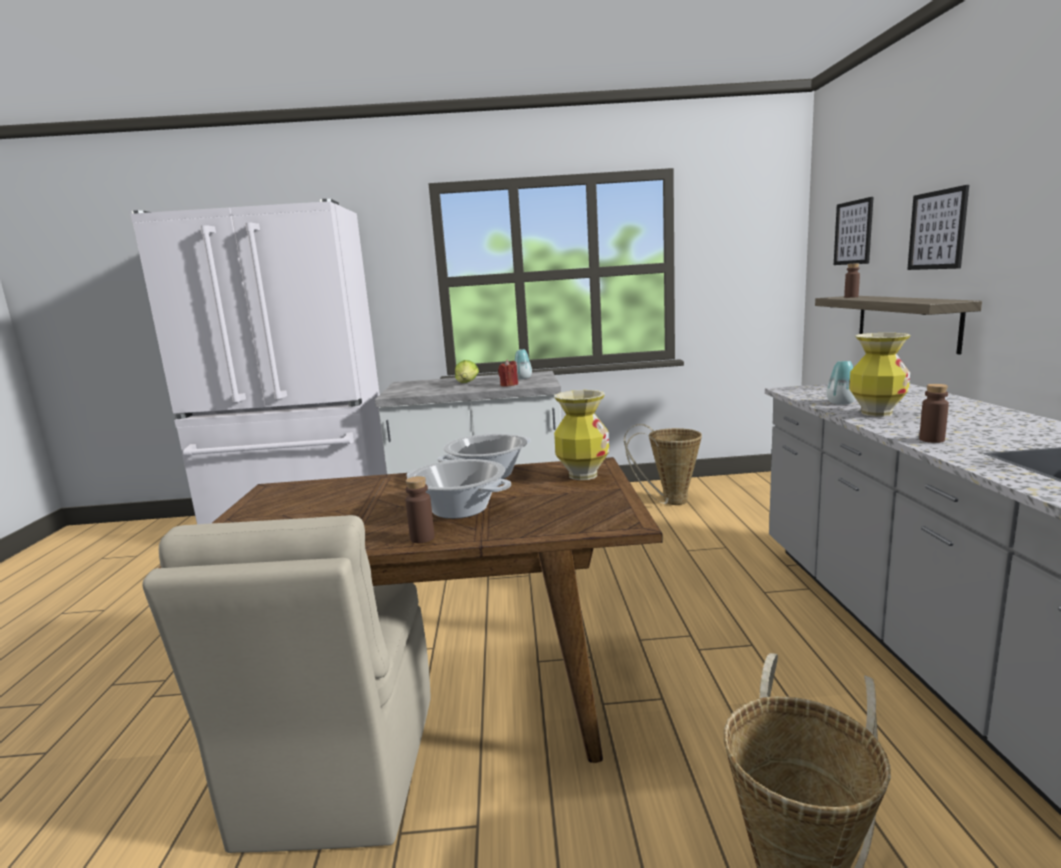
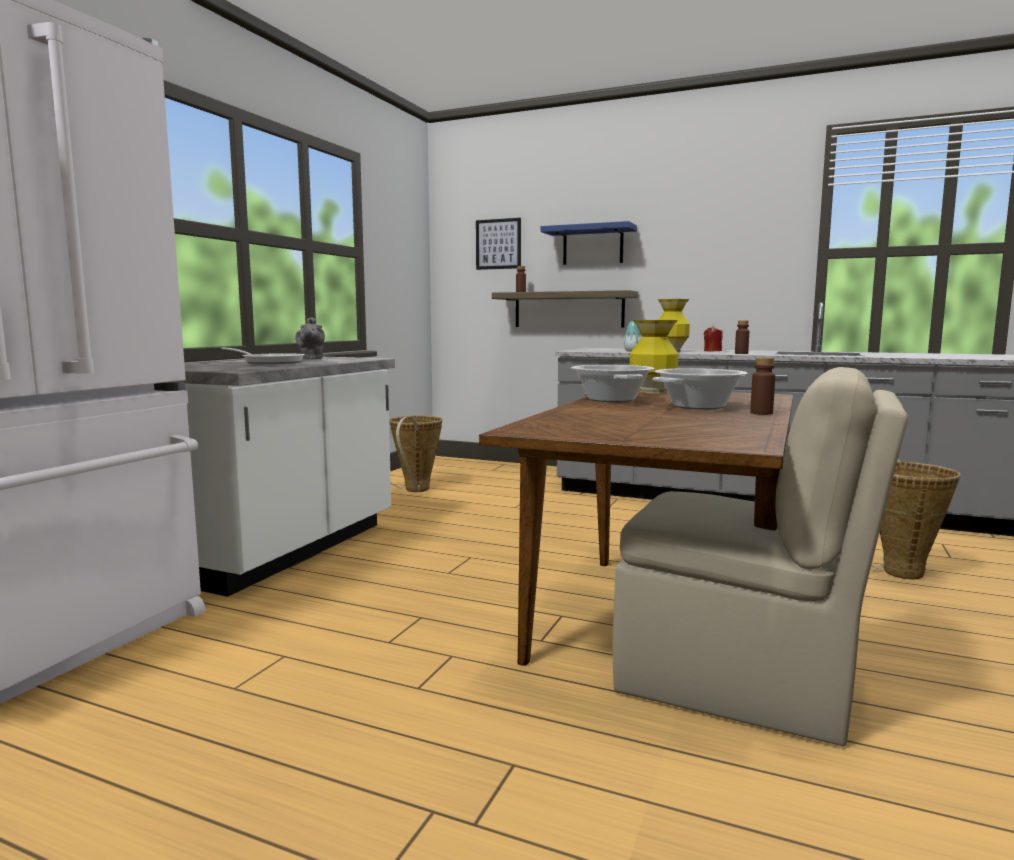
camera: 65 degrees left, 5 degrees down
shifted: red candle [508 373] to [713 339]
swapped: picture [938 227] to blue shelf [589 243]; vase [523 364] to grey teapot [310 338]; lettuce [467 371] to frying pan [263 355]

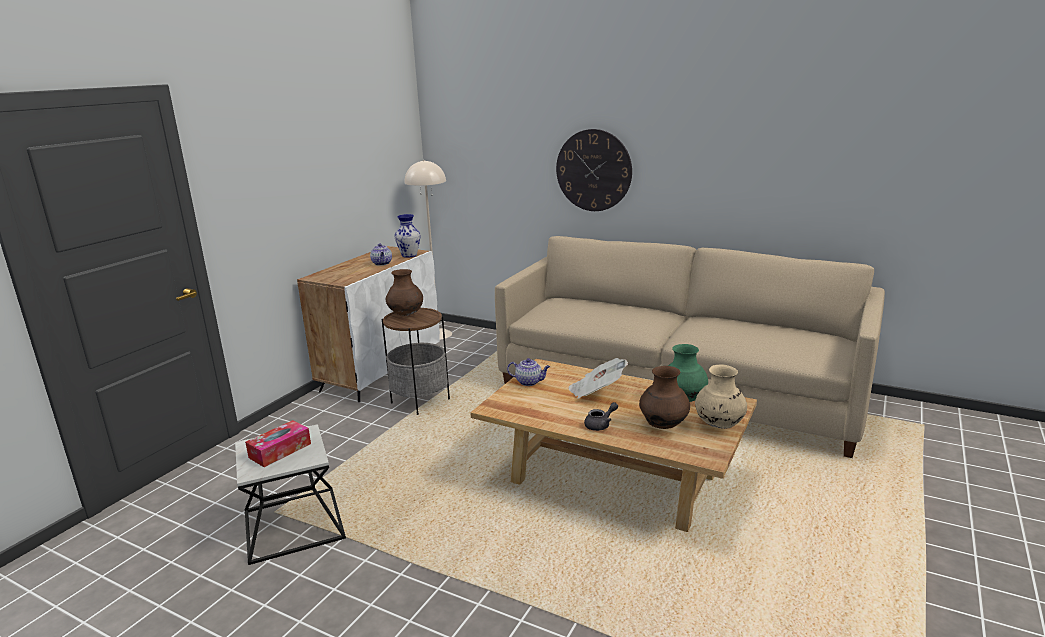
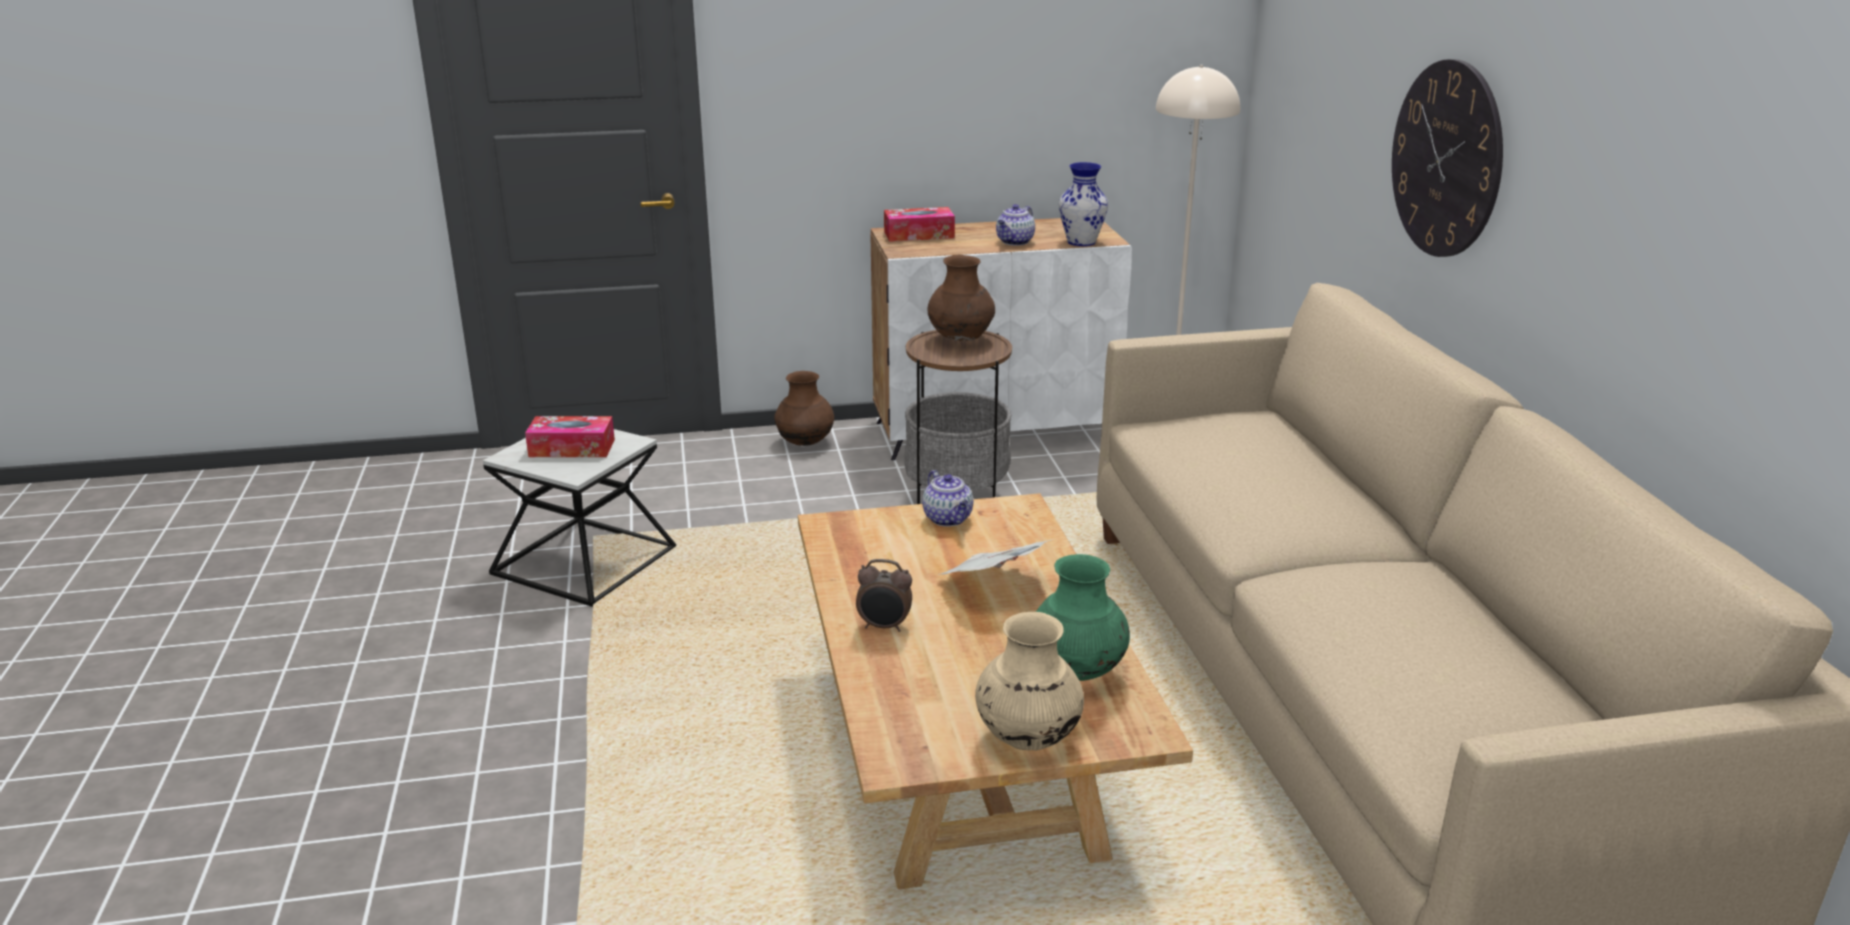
camera: 50 degrees right, 5 degrees up
new: tissue box [919 224]
shifted: brown vase [664 397] to [804 408]
swapped: grey teapot [601 416] to alarm clock [884 595]

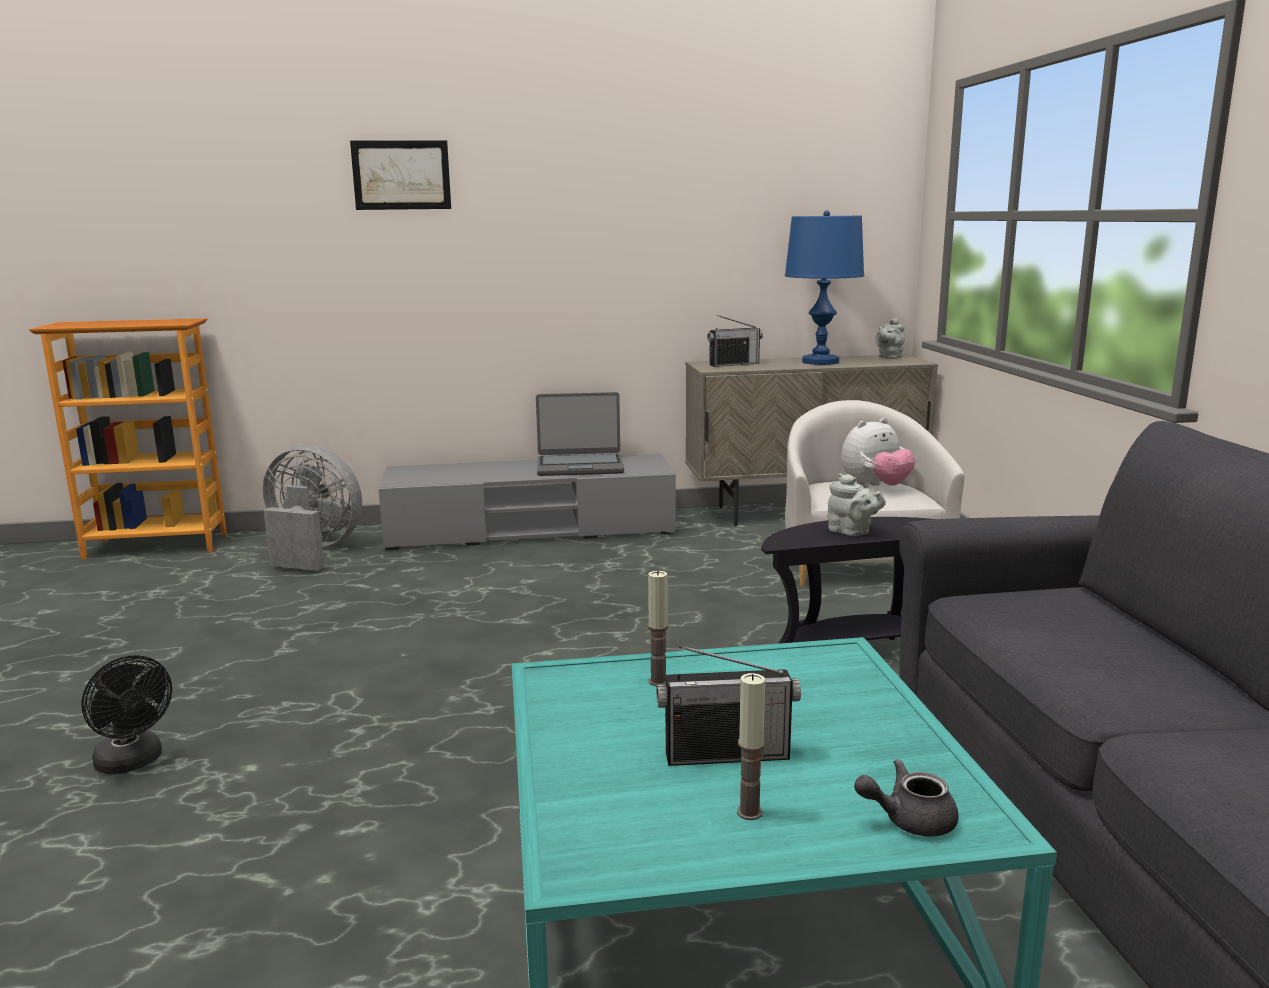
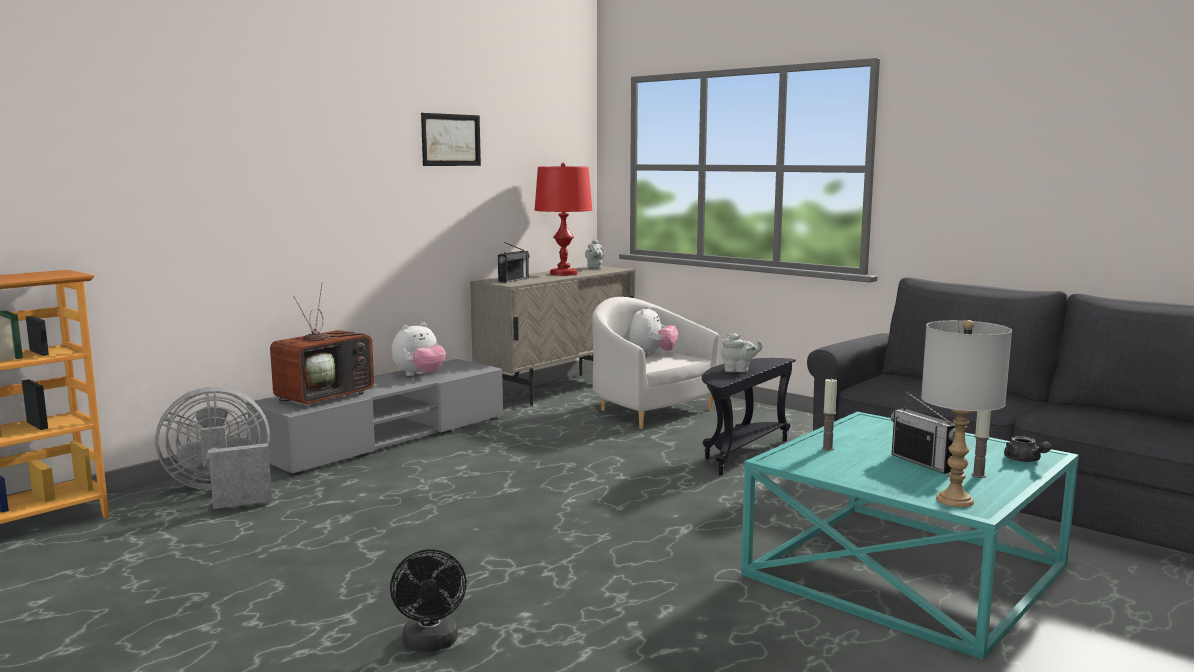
camera: 40 degrees left, 5 degrees down
new: television [322 344]; grey table lamp [966 413]
shifted: picture [400 175] to [451 139]
swapped: laptop [580 434] to plush toy [418 349]
repainted: blue table lamp [824 287] to red table lamp [563 219]
rotated: radio [728 705] = [923 432] 105 degrees clockwise; black fan [126 714] = [428 600] 75 degrees clockwise; grey teapot [906 798] = [1028 449] 60 degrees counterclockwise

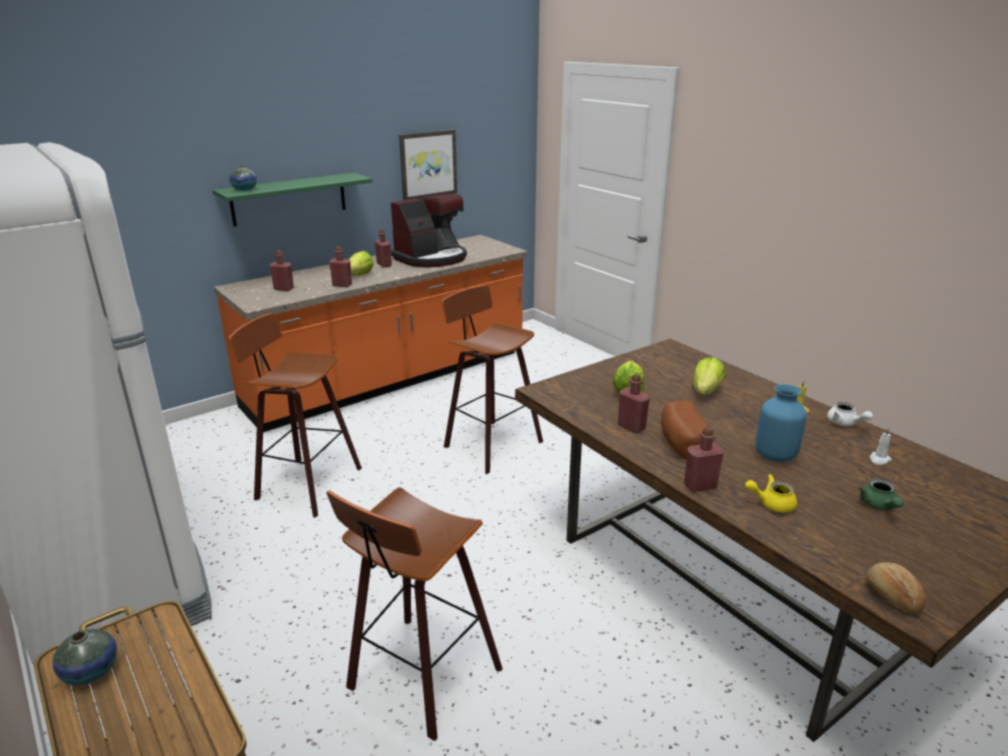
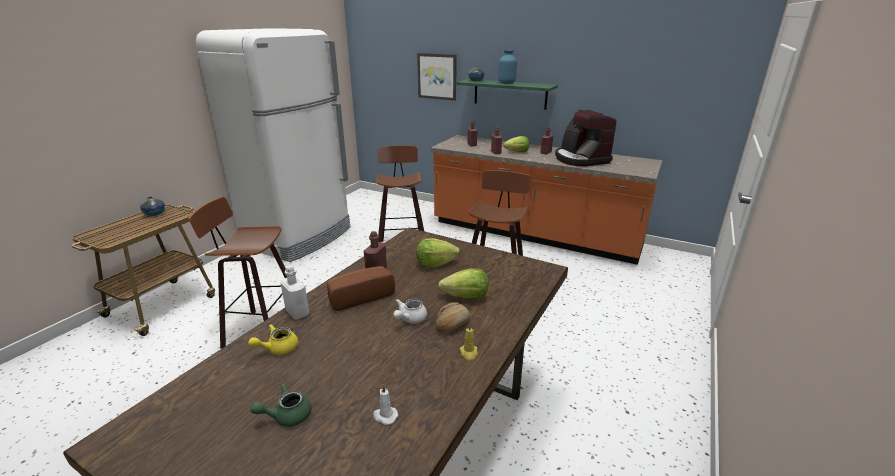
camera: 65 degrees right, 0 degrees up
shifted: picture [428 165] to [437 77]; blue vase [781 423] to [507 67]; white teapot [850 414] to [410 311]; bread [896 588] to [453 317]
repainted: red bottle [704 459] to white bottle [294 292]
rotated: coffee machine [429 231] = [586 138] 45 degrees clockwise; yellow teapot [771 493] = [273 339] 105 degrees counterclockwise

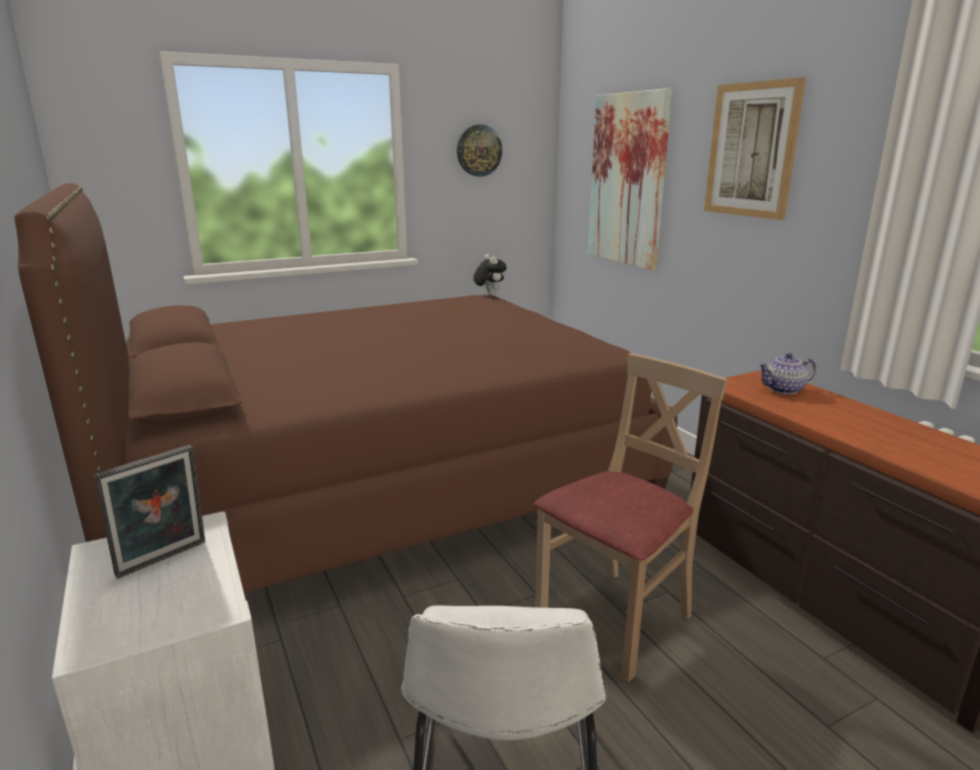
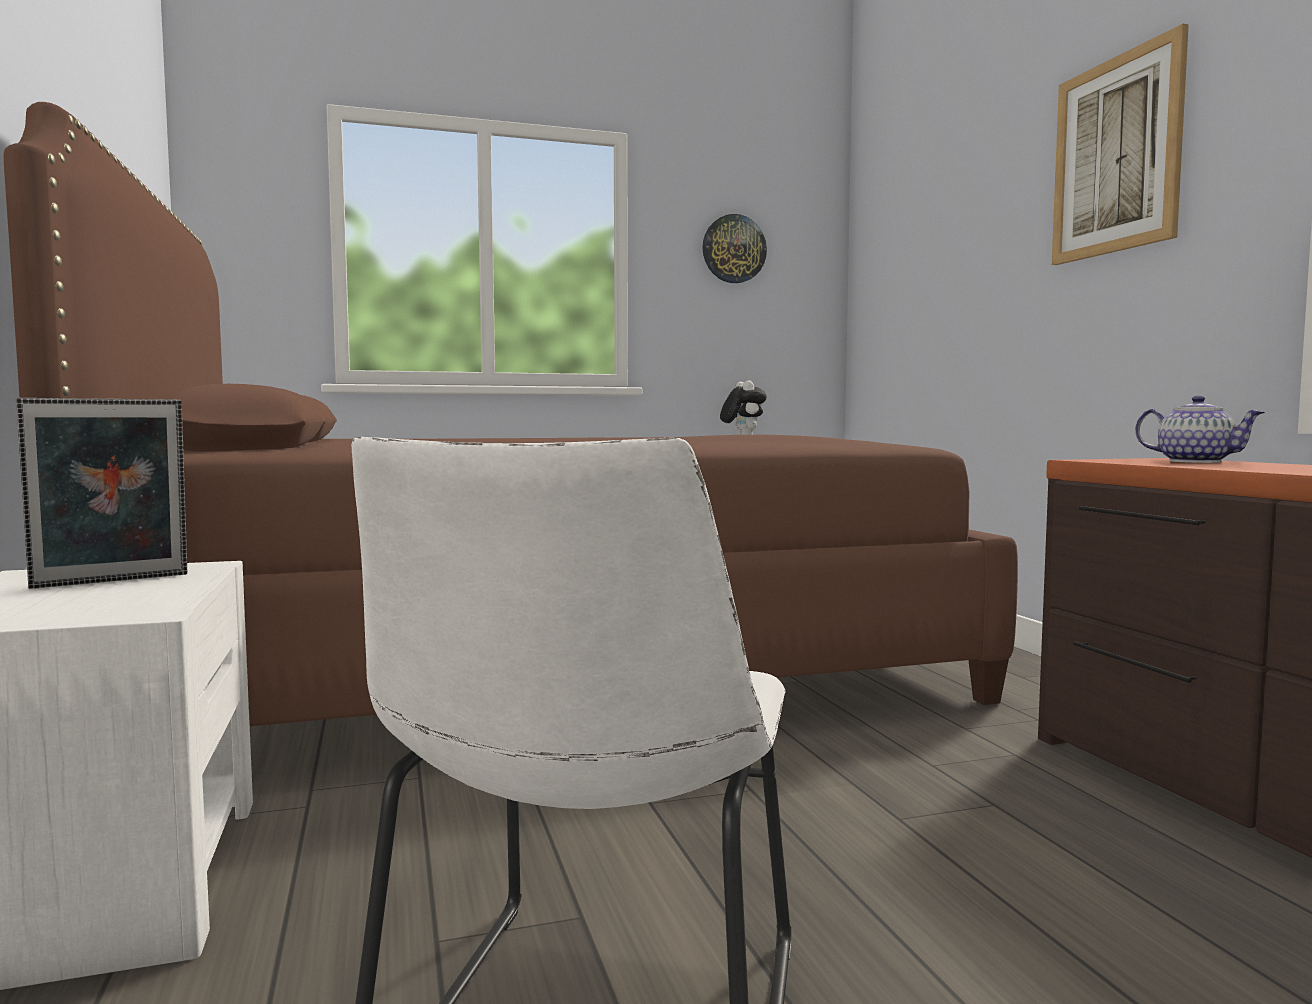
camera: 10 degrees right, 15 degrees down
gone: picture [630 179]; beige chair [631 517]
rotated: teapot [787 373] = [1200 429] 135 degrees counterclockwise

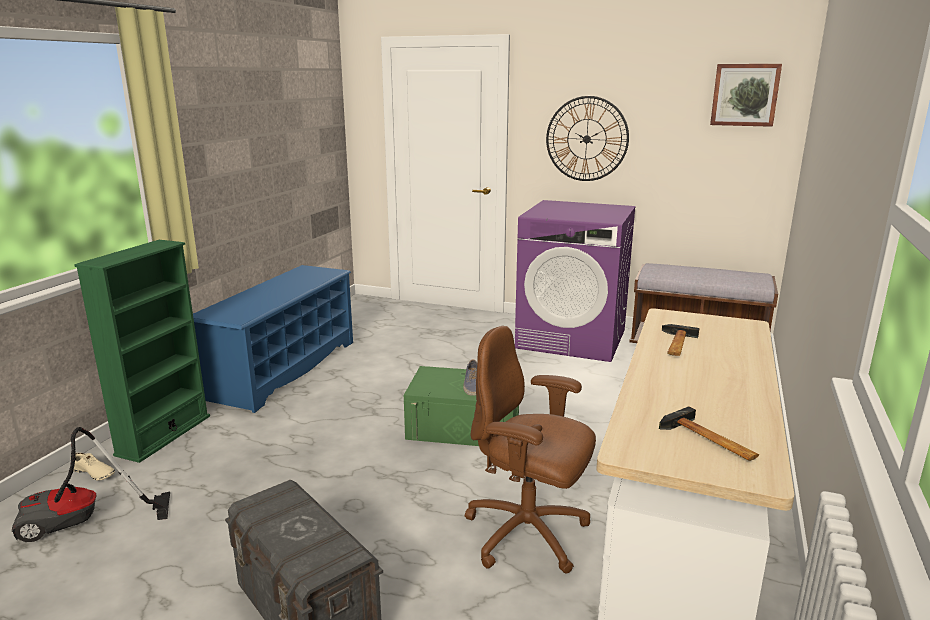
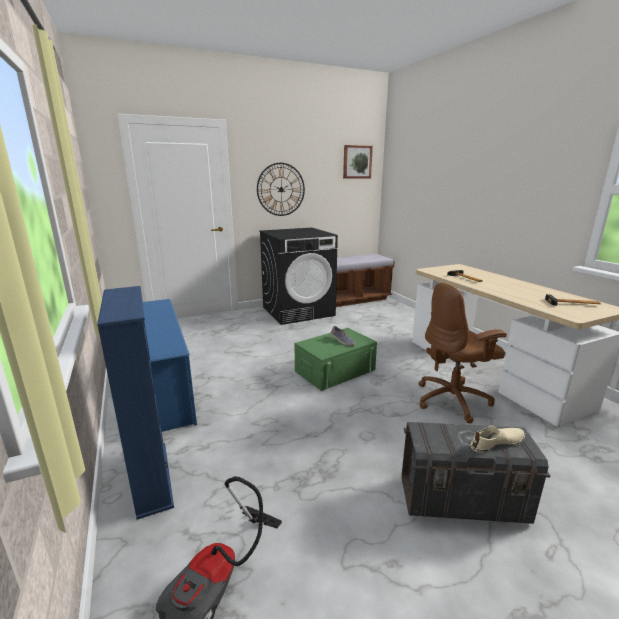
camera: 45 degrees left, 0 degrees up
shifted: beige shoe [94 467] to [497 439]
repainted: purple washing machine [575 281] to black washing machine [298 276]; green bookcase [142 351] to blue bookcase [135 403]

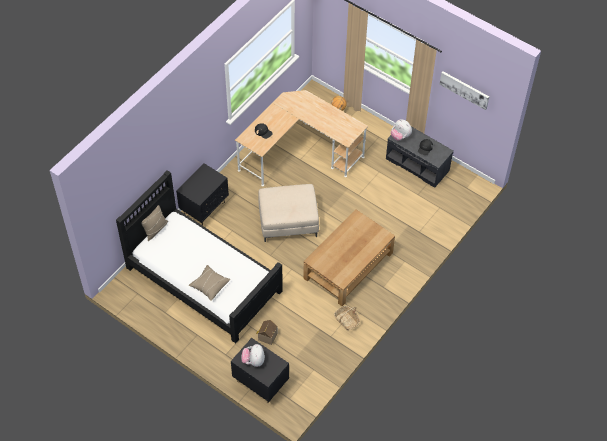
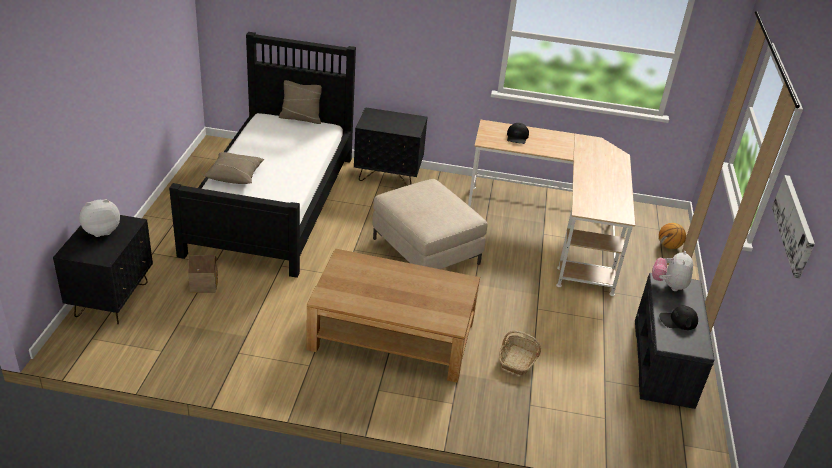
camera: 60 degrees right, 20 degrees down
shifted: basket [347 318] to [520 352]

